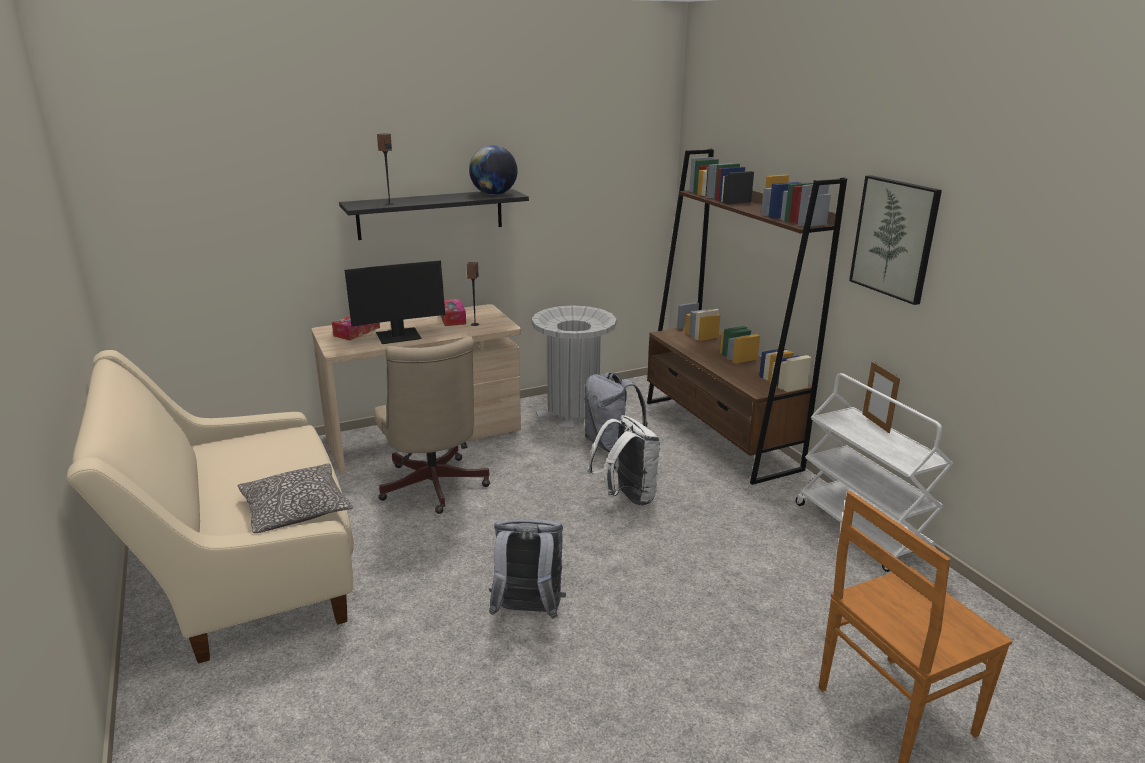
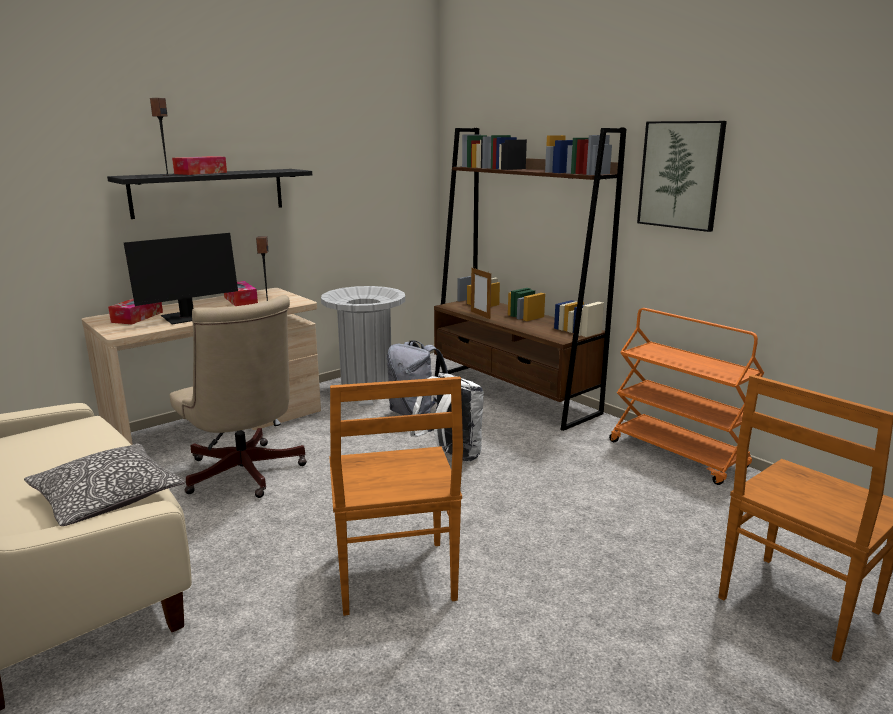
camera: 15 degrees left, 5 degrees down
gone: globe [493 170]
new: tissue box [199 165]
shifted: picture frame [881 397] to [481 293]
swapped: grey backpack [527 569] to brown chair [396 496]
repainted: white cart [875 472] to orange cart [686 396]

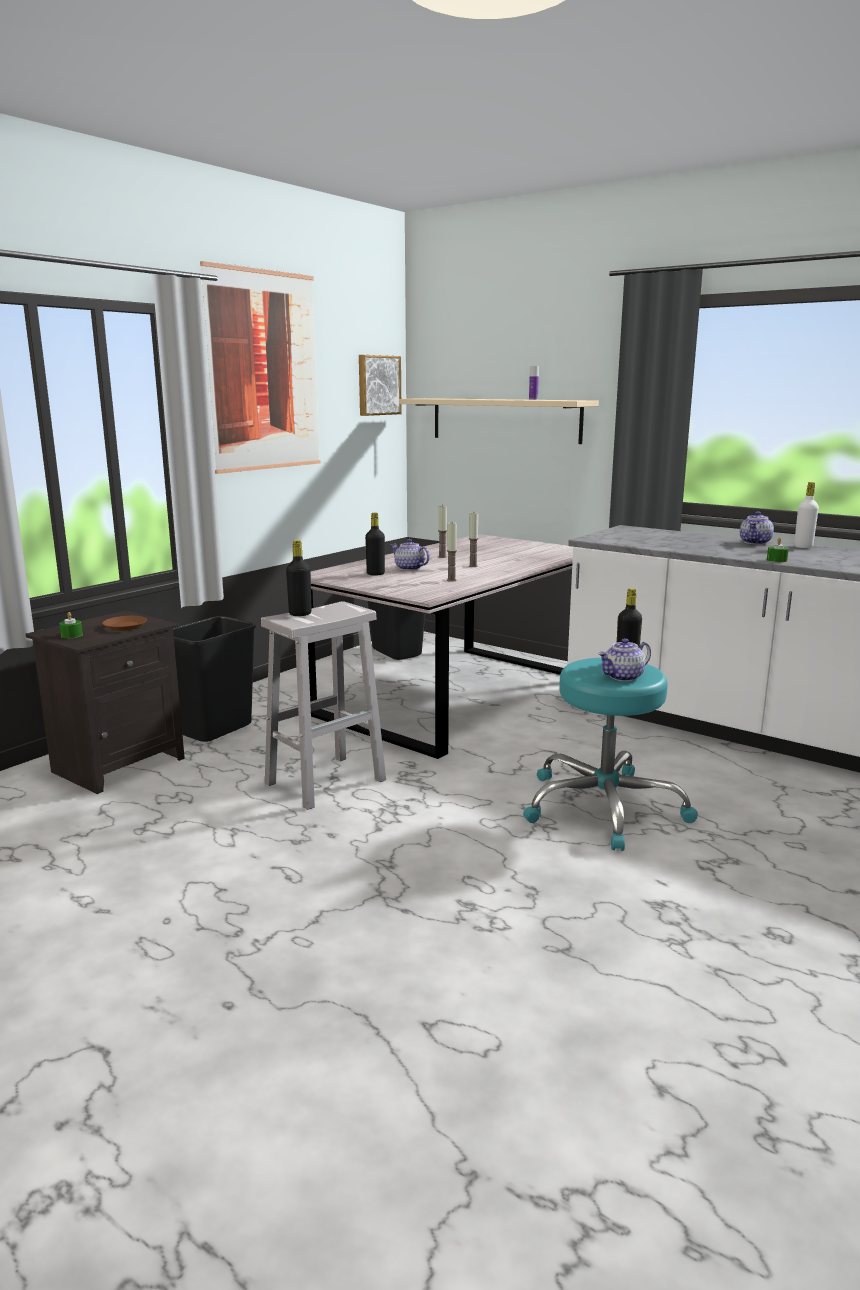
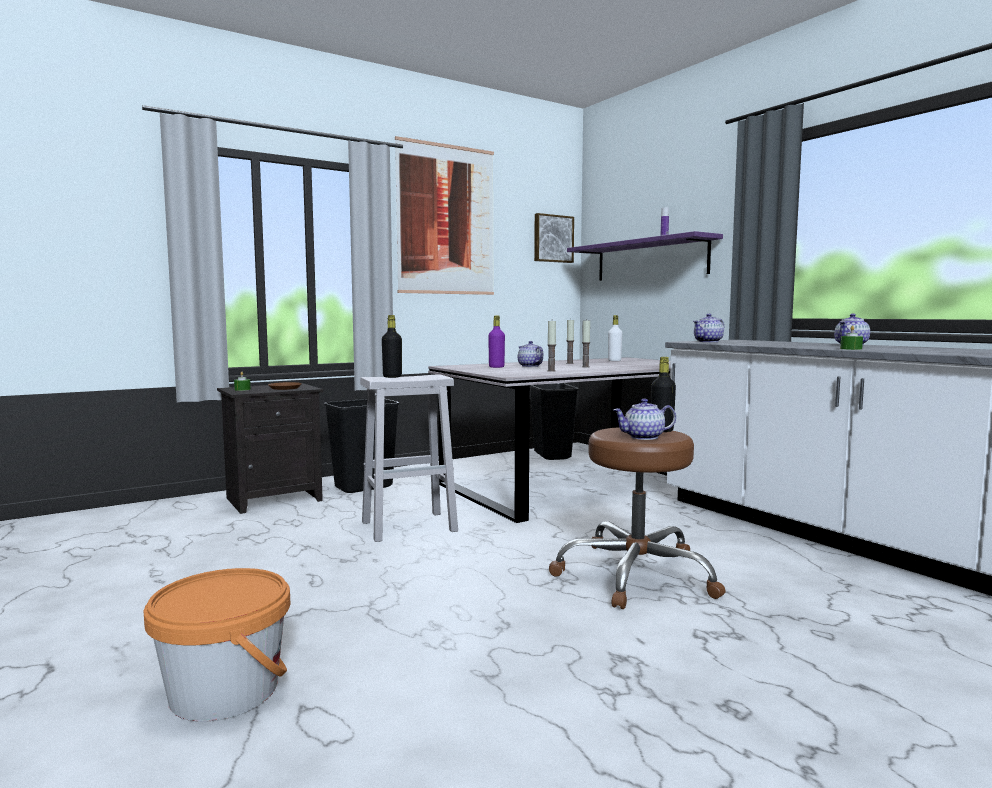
camera: 20 degrees right, 10 degrees down
new: teapot [708 328]; orange bucket [217 645]
shifted: white bottle [806 515] to [615 338]
repainted: beige shelf [499 421] to purple shelf [645 256]; black bottle [375 544] to purple bottle [496 341]; turquoise stool [610 754] to brown stool [637 518]

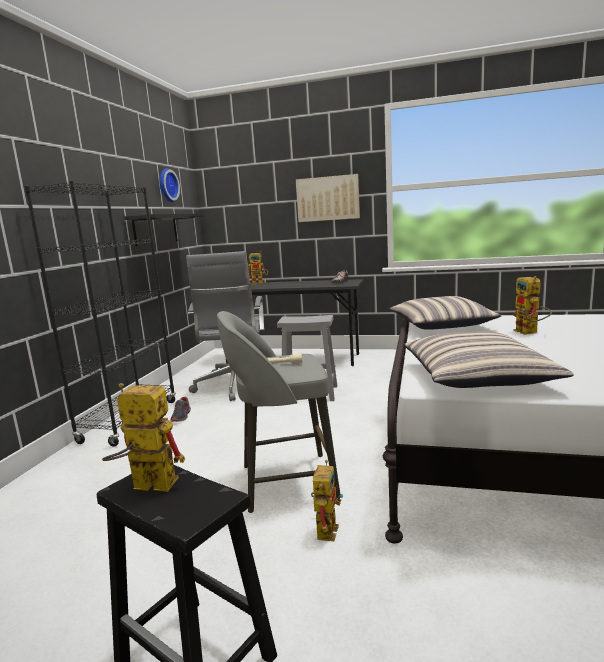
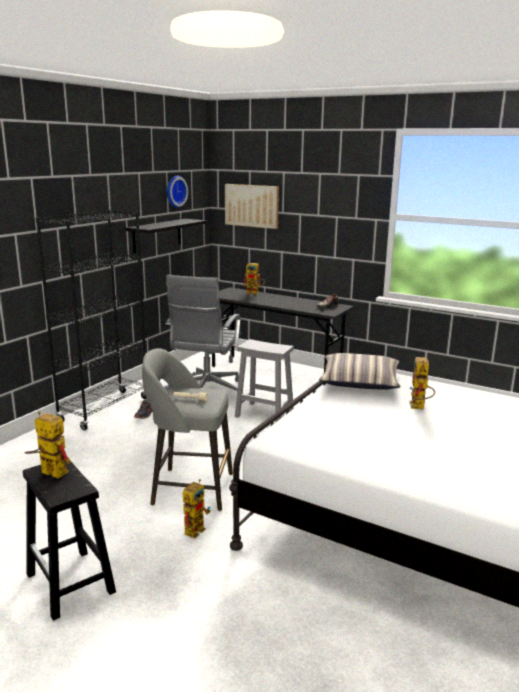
camera: 15 degrees right, 5 degrees up
gone: pillow [489 360]
shifted: picture [328 198] to [252 206]

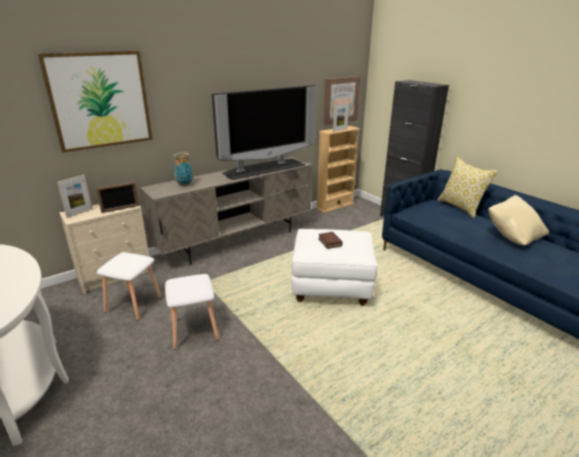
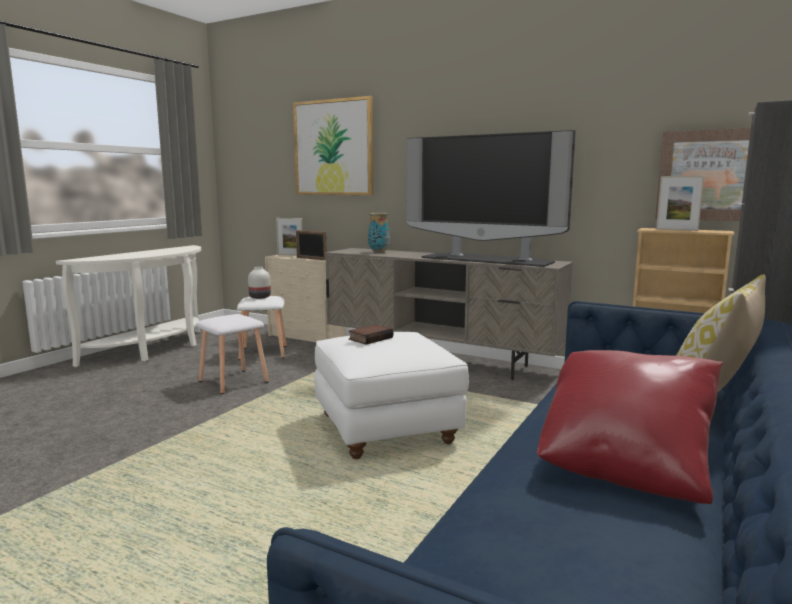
camera: 65 degrees right, 15 degrees down
new: white vase [259 283]
repainted: beige pillow [518 220] to red pillow [630 427]

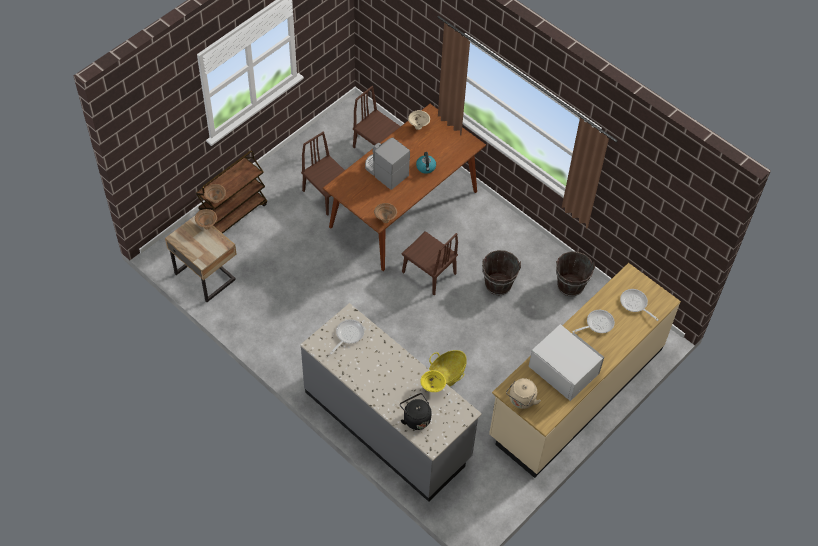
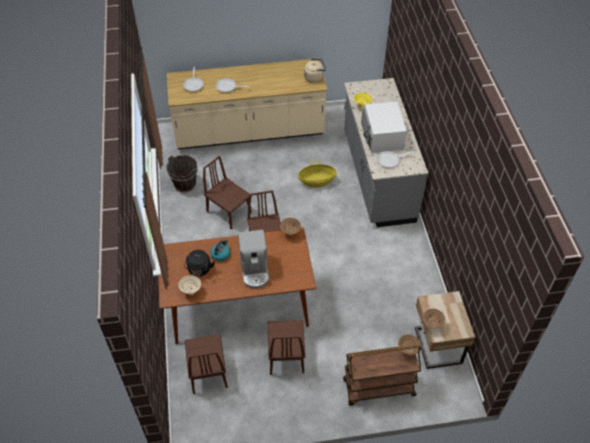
camera: 140 degrees left, 5 degrees down
shifted: white microwave [566 362] to [384 127]; black kettle [416 411] to [199 263]
swapped: brown bucket [501 272] to brown chair [227 193]

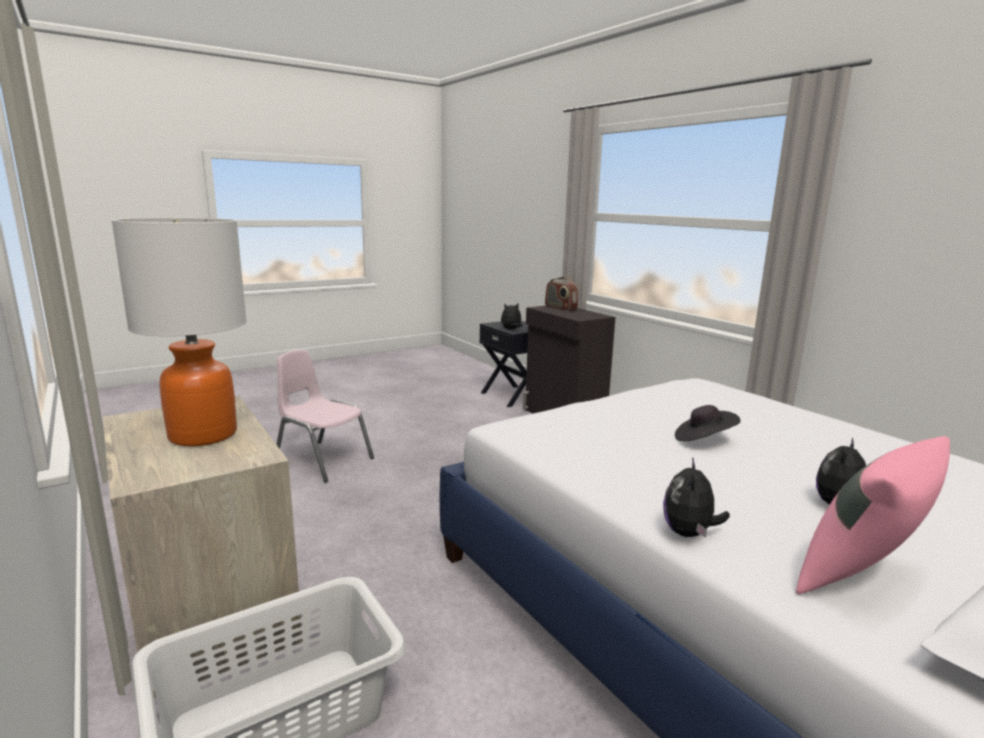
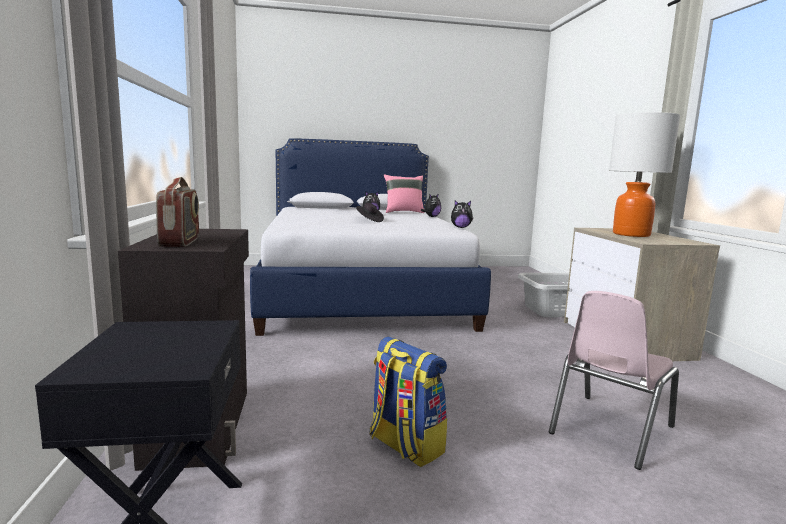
camera: 155 degrees left, 5 degrees down
new: backpack [408 402]
shifted: plush toy [511 317] to [462 214]
rotated: pink chair [325 416] = [614 380] 75 degrees clockwise

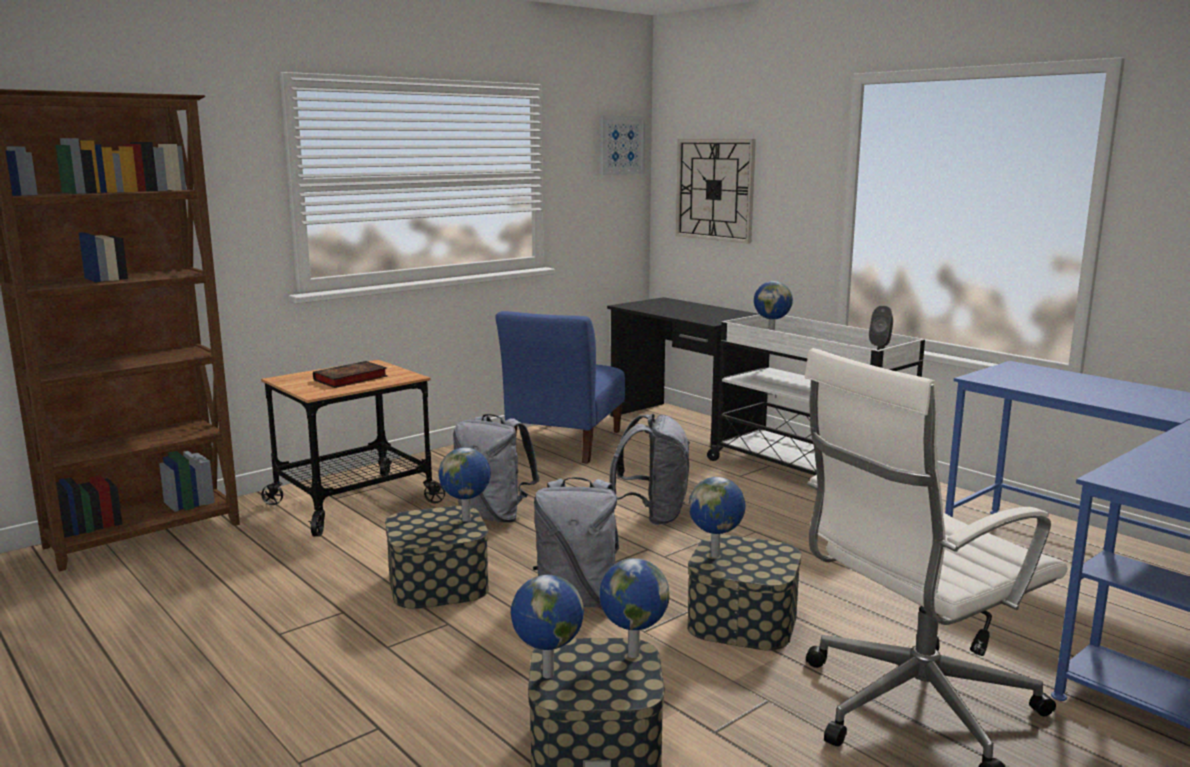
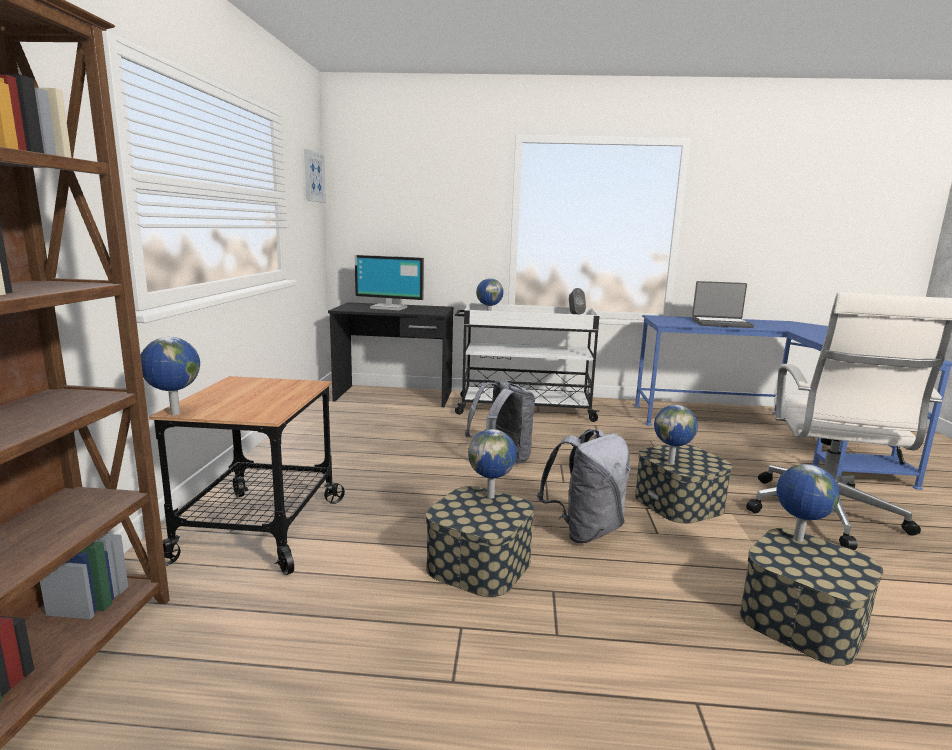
camera: 45 degrees left, 0 degrees up
gone: wall clock [716 191]; blue chair [560 387]; book [350 374]; grey backpack [496 468]
new: monitor [389 282]; laptop [723 304]
shifted: globe [547 626] to [170 376]

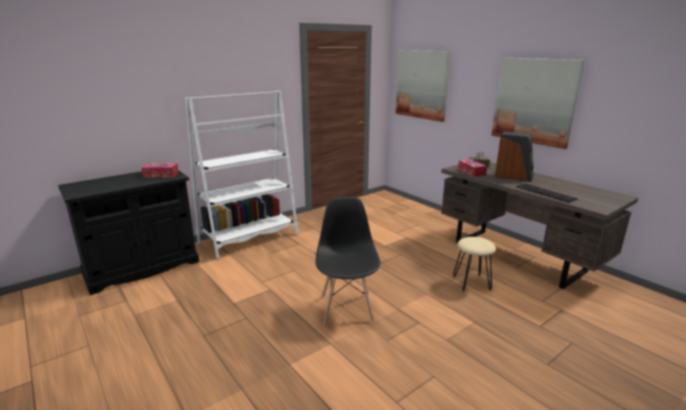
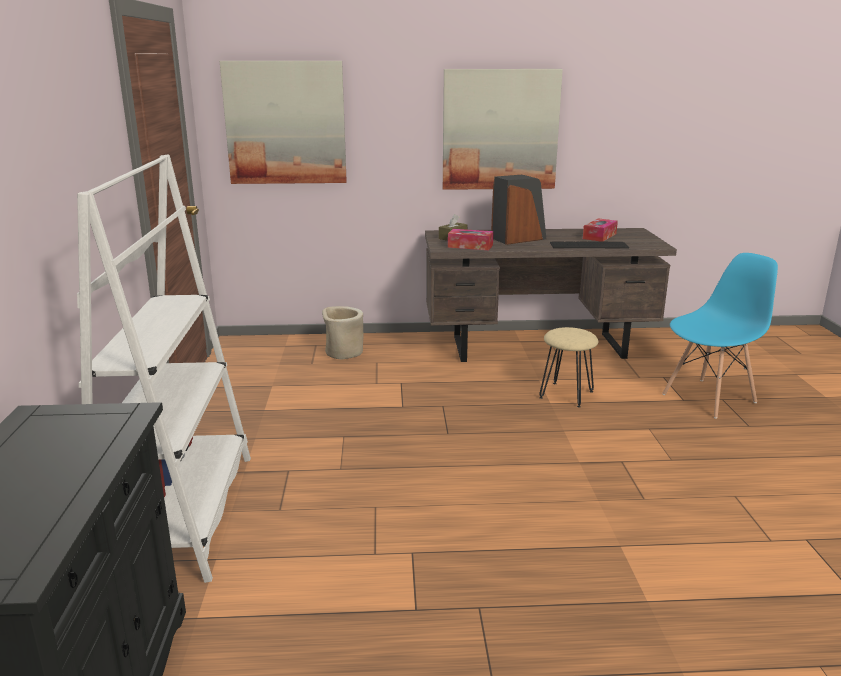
camera: 55 degrees left, 0 degrees up
gone: black chair [348 260]
new: blue chair [720 336]; beige planter [342 332]
shifted: tissue box [160 170] to [600 230]

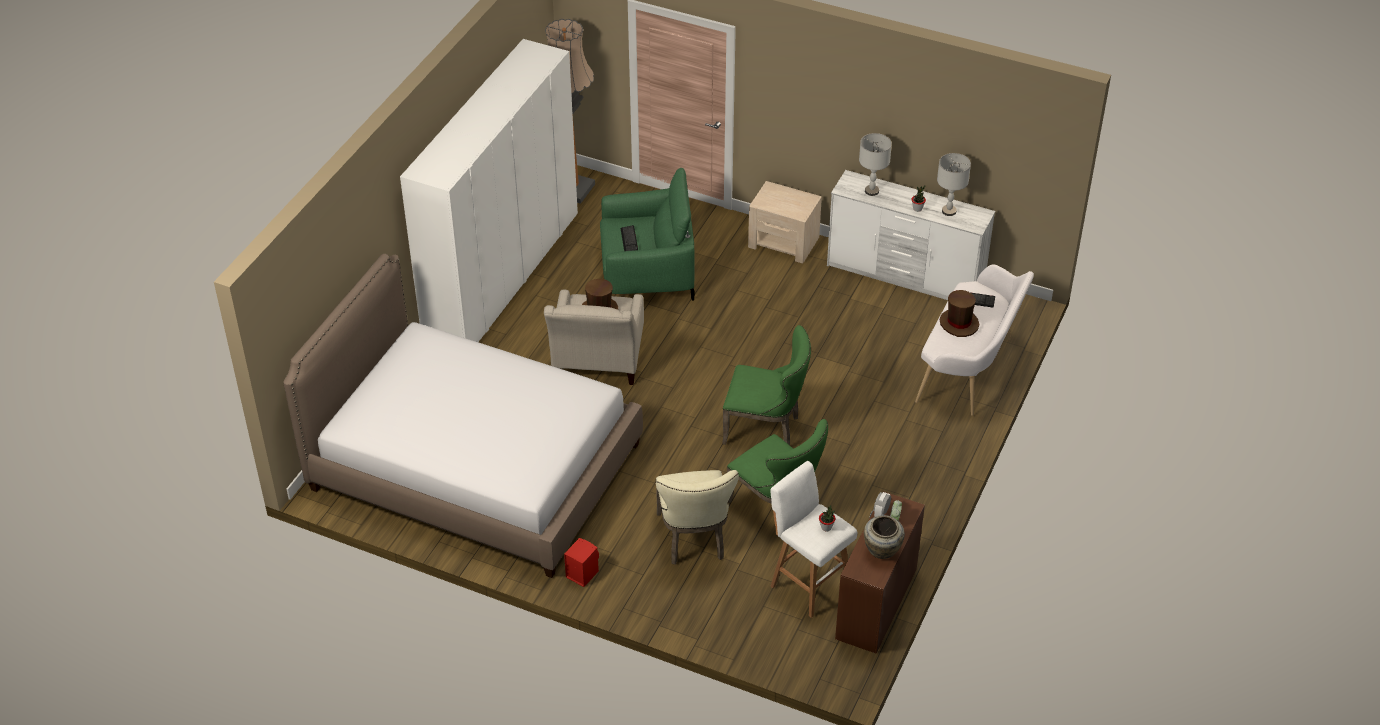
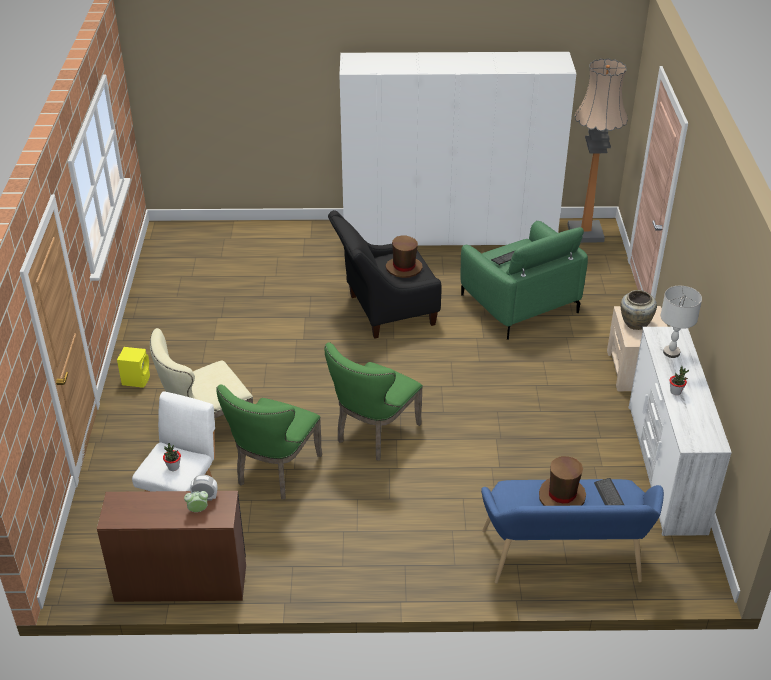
camera: 65 degrees right, 5 degrees down
gone: grey table lamp [954 184]; bed [463 416]
shifted: beige vase [884 537] to [638 310]
repainted: white bench [974 340] to blue bench [572 531]; beige armchair [594 337] to black armchair [385 274]; red speaker [581 562] to yellow speaker [133 367]
rotated: green chair [766 385] = [373 401] 45 degrees clockwise

